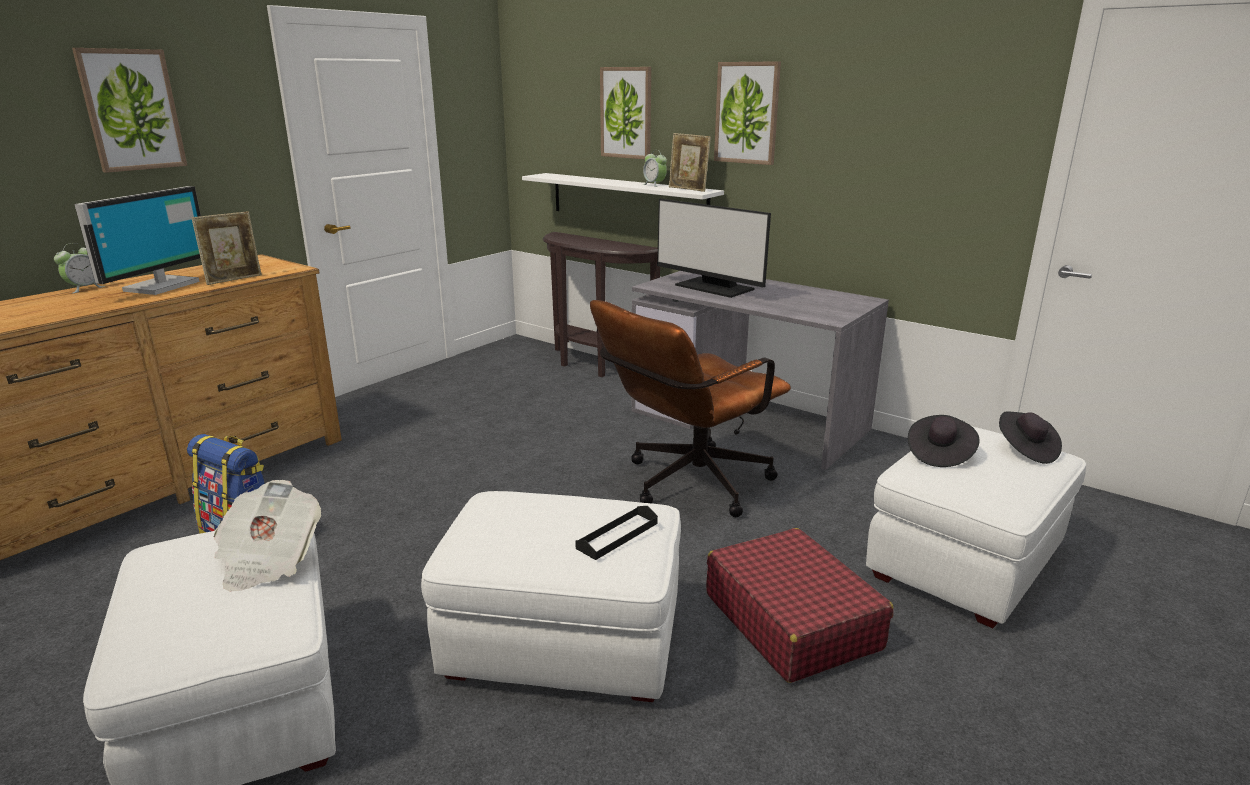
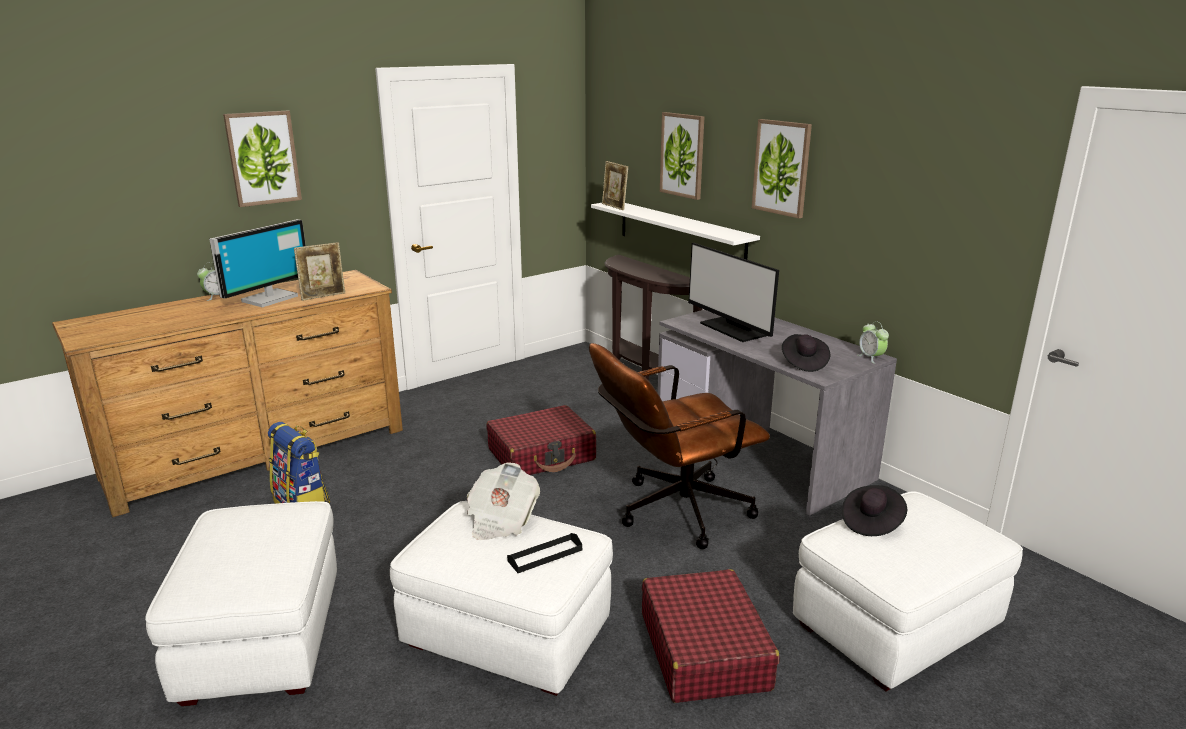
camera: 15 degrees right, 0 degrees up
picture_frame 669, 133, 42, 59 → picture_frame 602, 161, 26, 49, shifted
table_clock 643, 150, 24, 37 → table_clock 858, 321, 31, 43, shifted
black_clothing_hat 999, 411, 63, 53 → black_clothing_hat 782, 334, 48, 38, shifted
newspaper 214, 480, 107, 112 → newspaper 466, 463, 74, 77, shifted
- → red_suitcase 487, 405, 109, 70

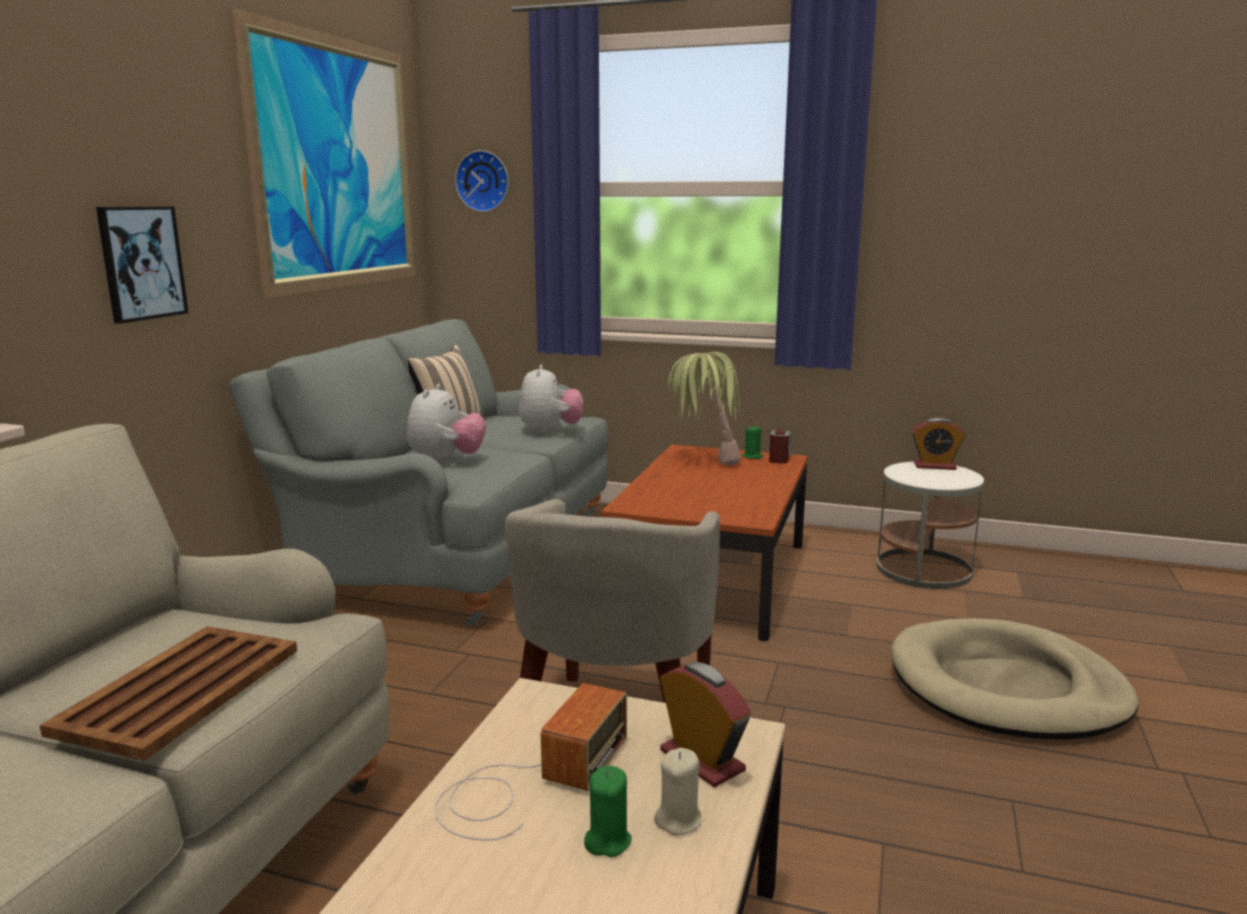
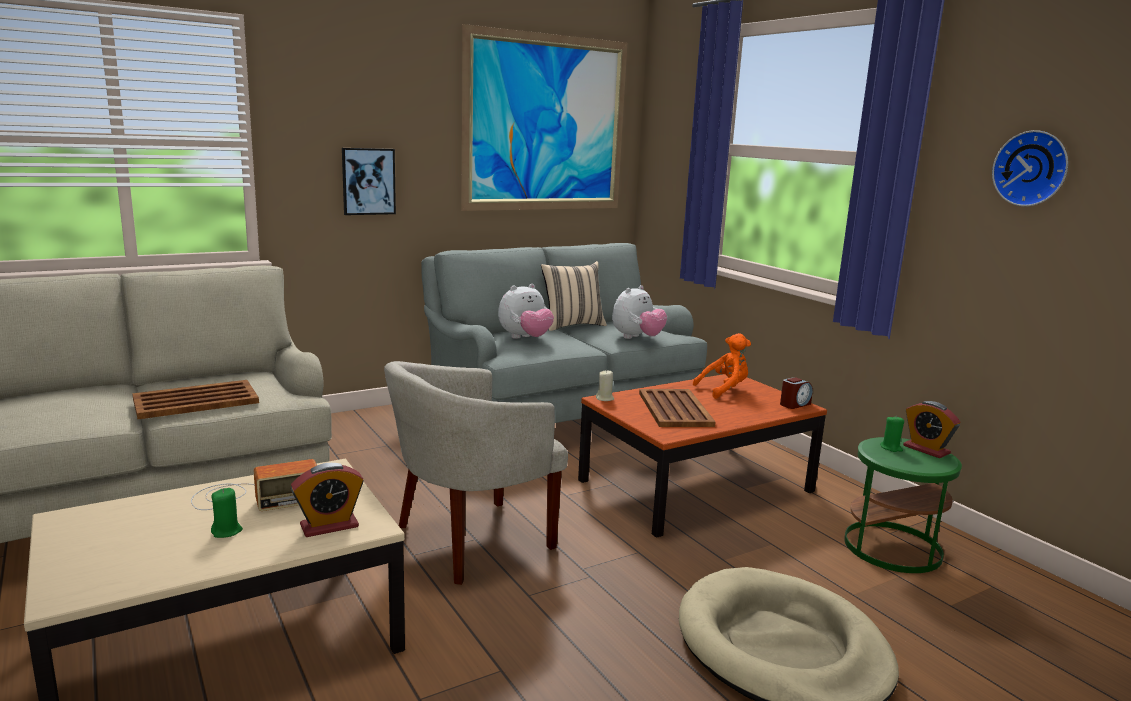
camera: 40 degrees right, 0 degrees up
wall_clock 455, 150, 54, 62 → wall_clock 992, 130, 76, 76, shifted
houseplant 668, 352, 73, 114 → orange-coloured_plush_toy 693, 333, 58, 66
green_candle 742, 426, 22, 33 → green_candle 880, 415, 24, 37, shifted
white-coloured_end_table 877, 462, 107, 127 → green_end_table 844, 437, 118, 136
table_clock 660, 662, 91, 126 → table_clock 291, 463, 73, 74, 60 degrees clockwise
beige_candle 654, 748, 47, 87 → beige_candle 596, 370, 18, 31, shifted
- → brown_carrying_tray 639, 389, 77, 38

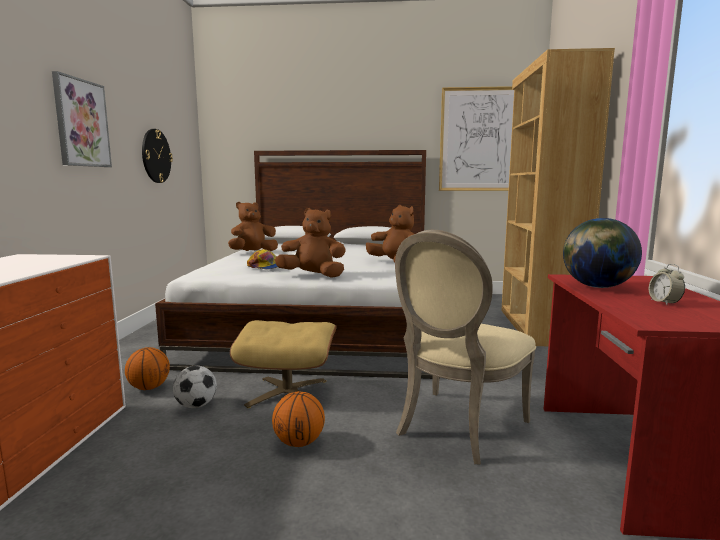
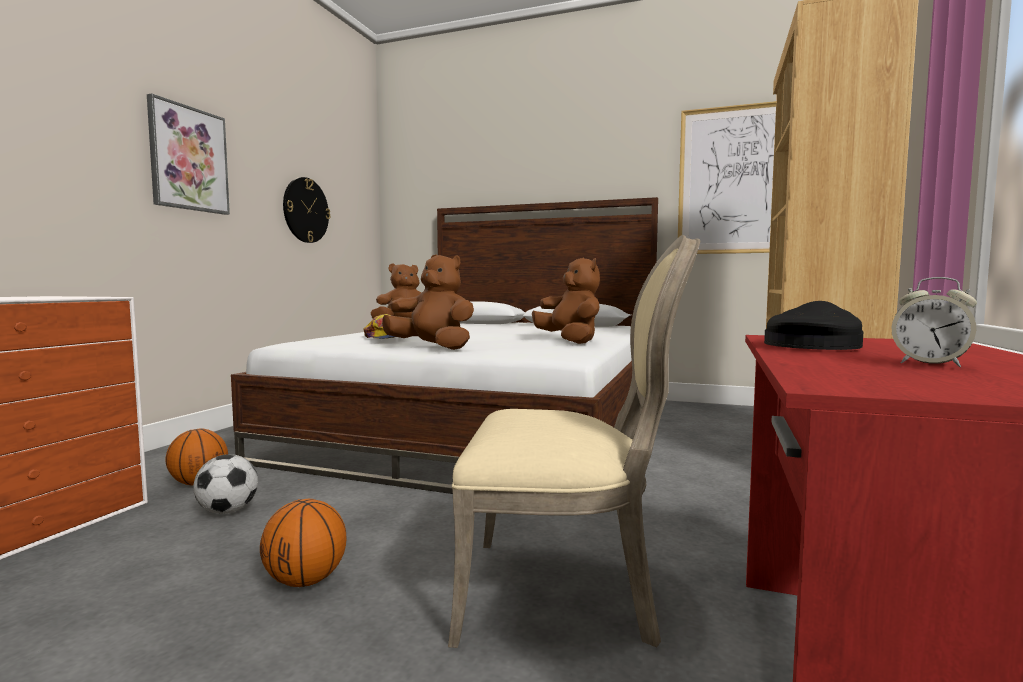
camera: 15 degrees right, 5 degrees down
globe 563, 218, 79, 70 → black_baseball_cap 764, 301, 99, 49
beige_plain_chair 395, 230, 141, 235 → beige_plain_chair 448, 235, 252, 413, 135 degrees counterclockwise
table_clock 649, 264, 36, 41 → table_clock 892, 277, 85, 90, 60 degrees counterclockwise
beige_footrest 230, 320, 106, 88 → -

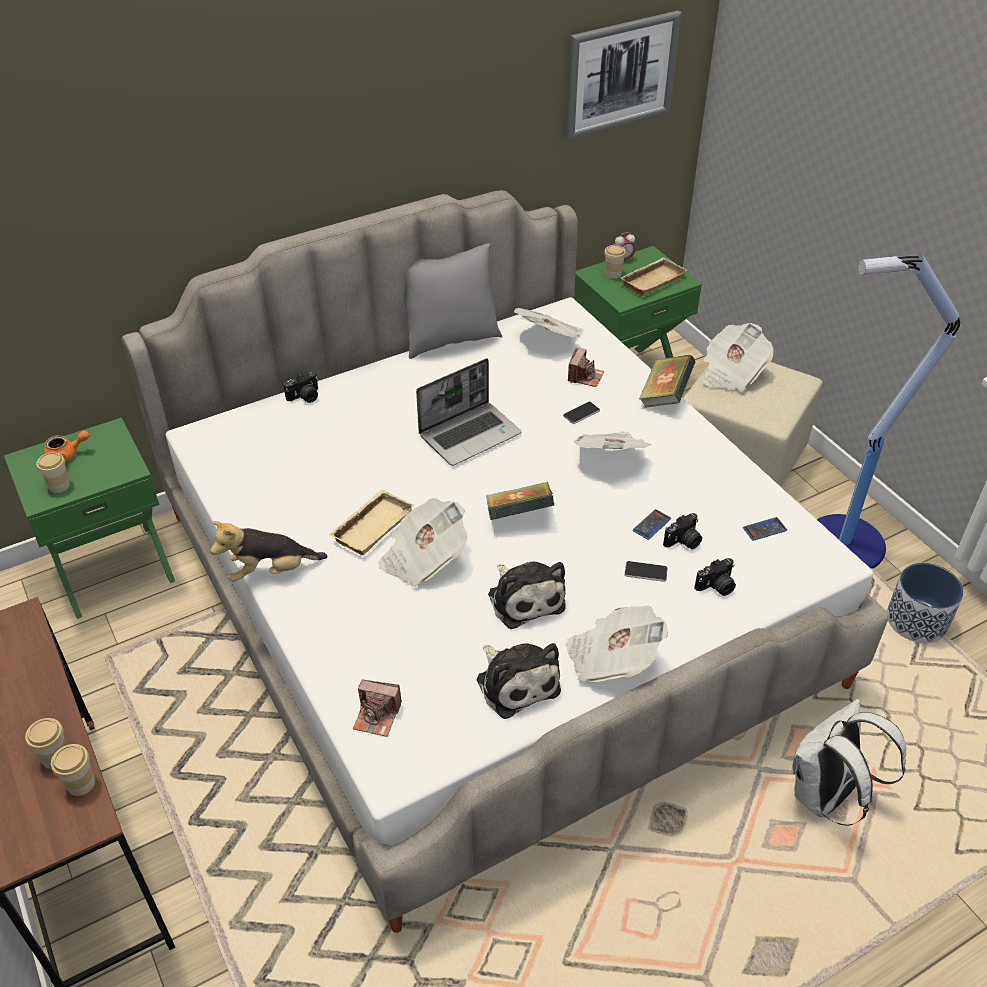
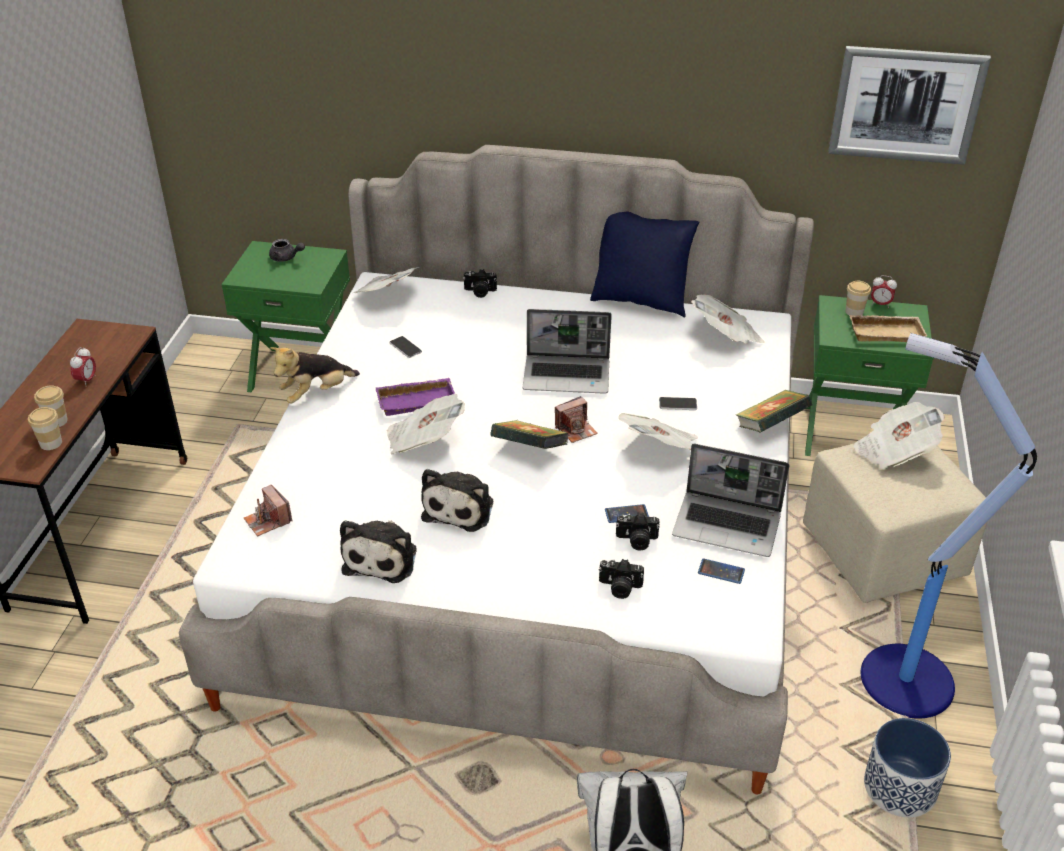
camera: 40 degrees right, 5 degrees down
greyish_cushion 404, 243, 98, 116 → blue_cushion 590, 212, 110, 106
photo_camera 568, 348, 36, 39 → photo_camera 555, 396, 43, 47, shifted
orange-coloured_pot_for_tea 43, 431, 46, 31 → greyish_pot_for_tea 269, 239, 36, 23
small_cup 36, 452, 34, 41 → -
beige_carrying_tray 329, 489, 85, 66 → purplish_carrying_tray 375, 378, 80, 38
plush_toy 210, 521, 117, 61 → plush_toy 270, 347, 90, 57, 60 degrees counterclockwise
phone 624, 561, 44, 21 → phone 390, 336, 32, 22, shifted
newspaper 565, 605, 103, 77 → newspaper 353, 267, 66, 26, shifted
- → table_clock 70, 347, 26, 40
- → portable_computer 672, 444, 118, 113

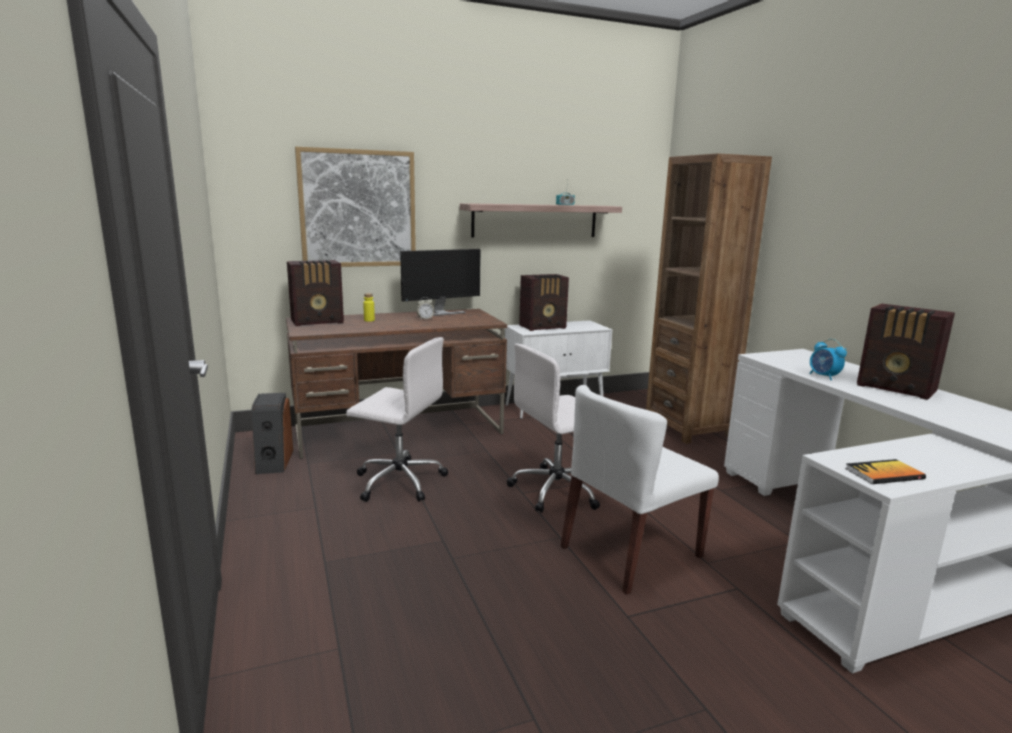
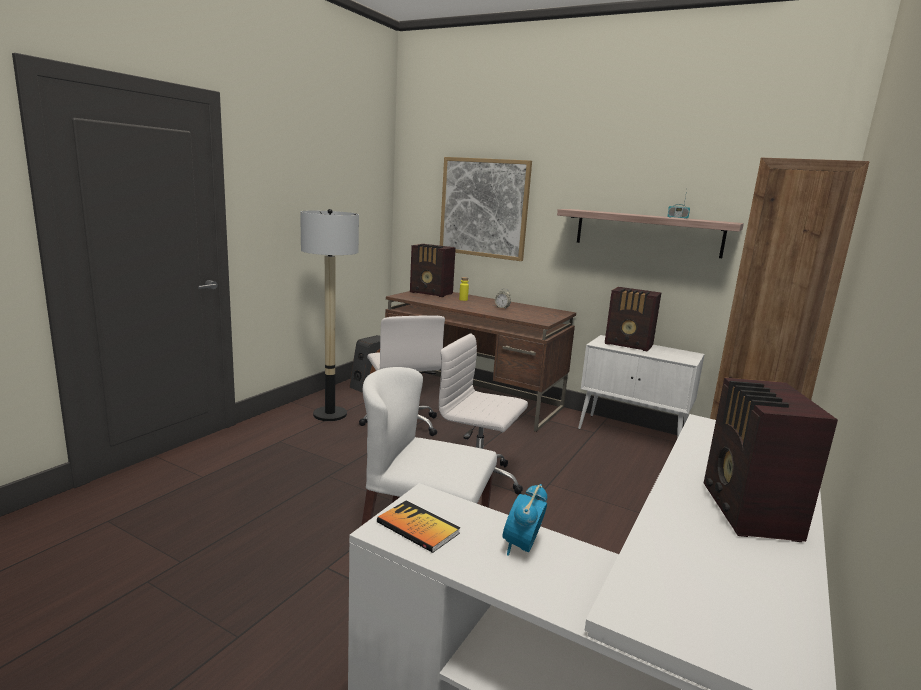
camera: 50 degrees right, 0 degrees up
computer_display 400, 249, 81, 67 → -
table_clock 809, 339, 38, 41 → table_clock 502, 484, 45, 72, shifted
- → standard_lamp 300, 209, 59, 212

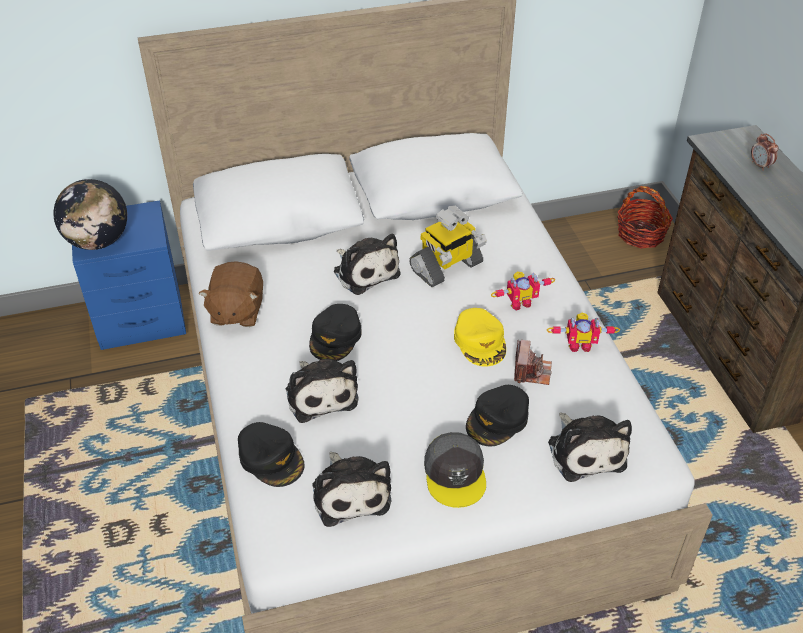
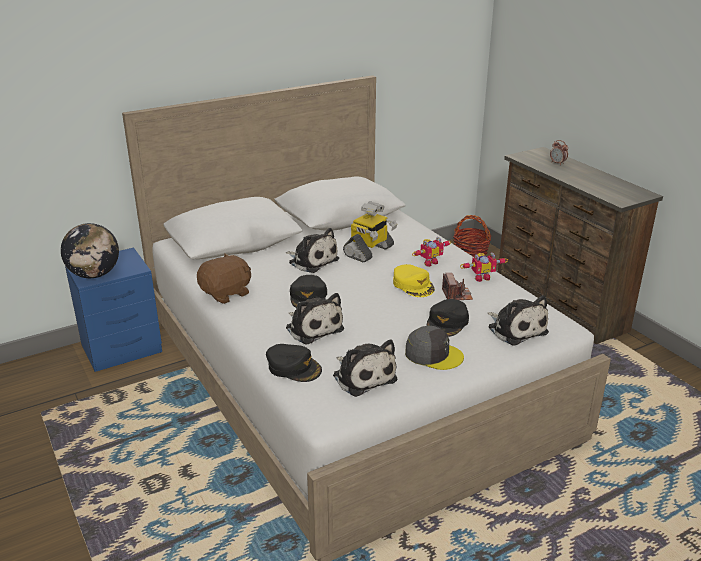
camera: 15 degrees left, 15 degrees down
brown_plush_toy 199, 261, 64, 66 → brown_plush_toy 197, 253, 54, 51, 120 degrees counterclockwise
greyish_baseball_cap 424, 432, 62, 76 → greyish_baseball_cap 405, 326, 59, 44, 45 degrees counterclockwise

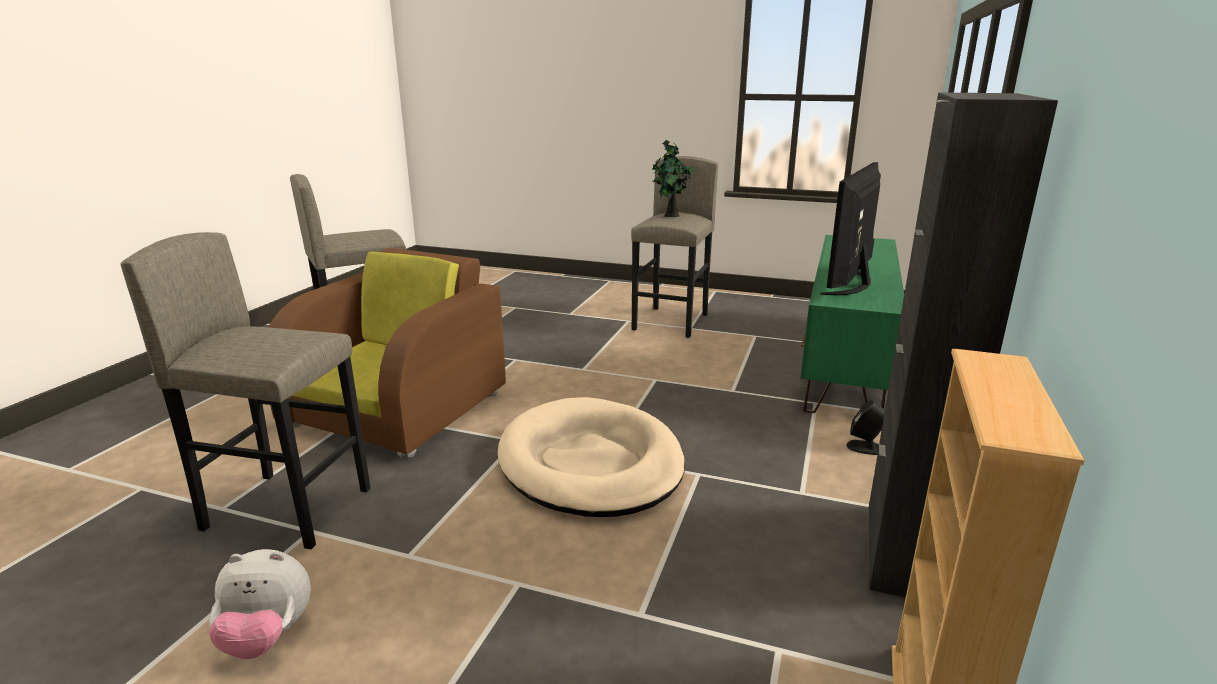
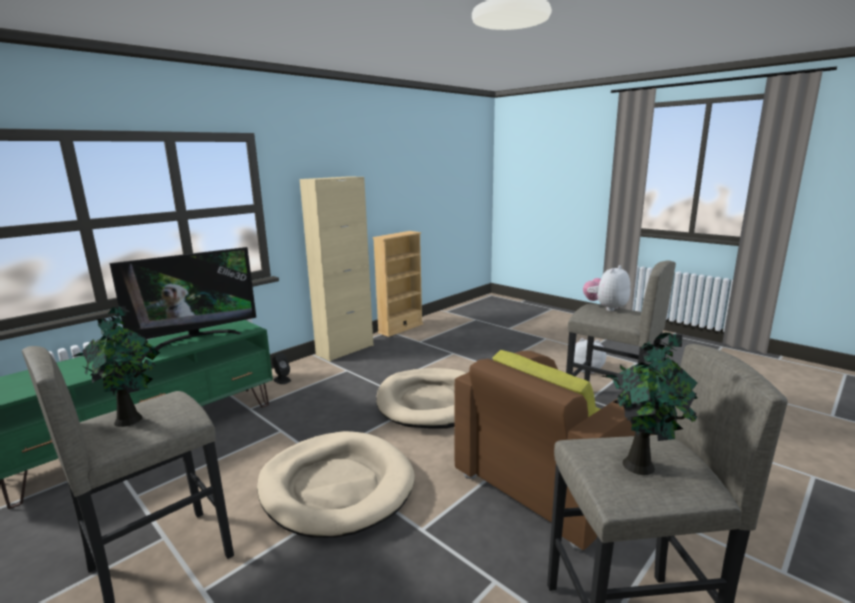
camera: 155 degrees left, 5 degrees down
black_storage_cabinet 869, 92, 189, 506 → beige_storage_cabinet 300, 176, 74, 186
- → plush_toy 583, 265, 47, 46
- → houseplant 602, 333, 96, 142
- → beige_dog_cushion 257, 431, 158, 107

